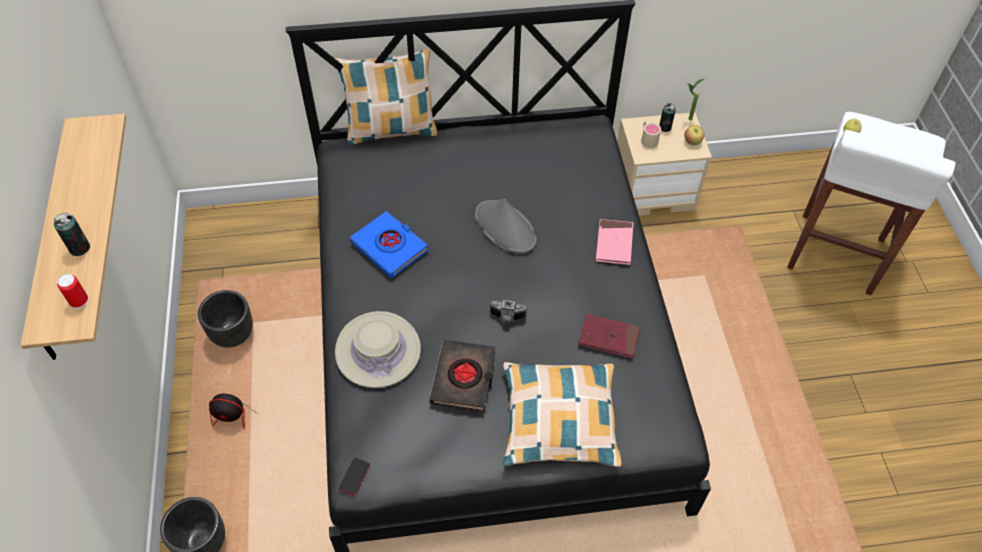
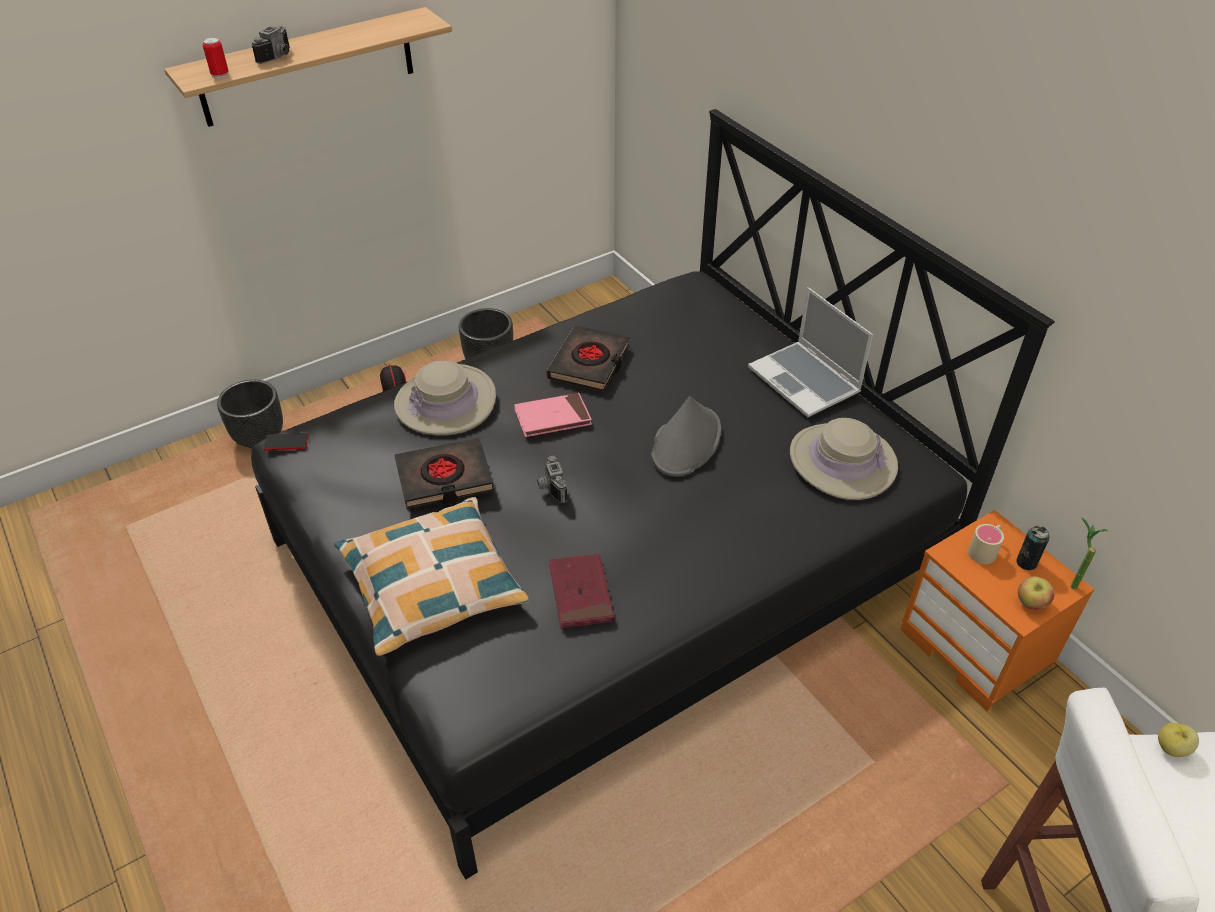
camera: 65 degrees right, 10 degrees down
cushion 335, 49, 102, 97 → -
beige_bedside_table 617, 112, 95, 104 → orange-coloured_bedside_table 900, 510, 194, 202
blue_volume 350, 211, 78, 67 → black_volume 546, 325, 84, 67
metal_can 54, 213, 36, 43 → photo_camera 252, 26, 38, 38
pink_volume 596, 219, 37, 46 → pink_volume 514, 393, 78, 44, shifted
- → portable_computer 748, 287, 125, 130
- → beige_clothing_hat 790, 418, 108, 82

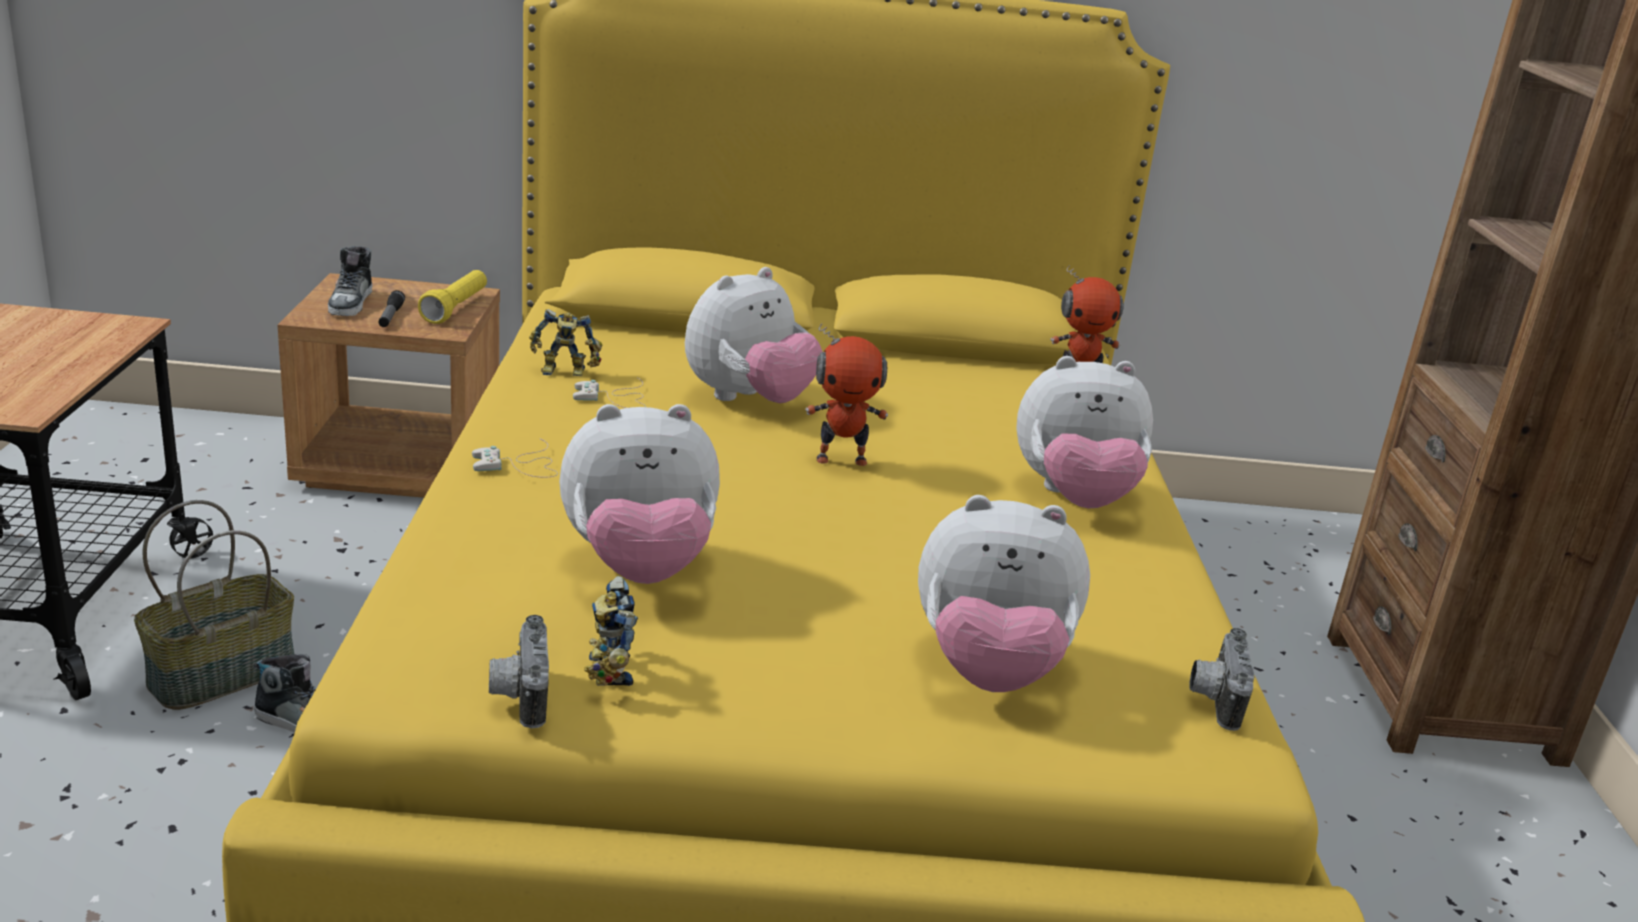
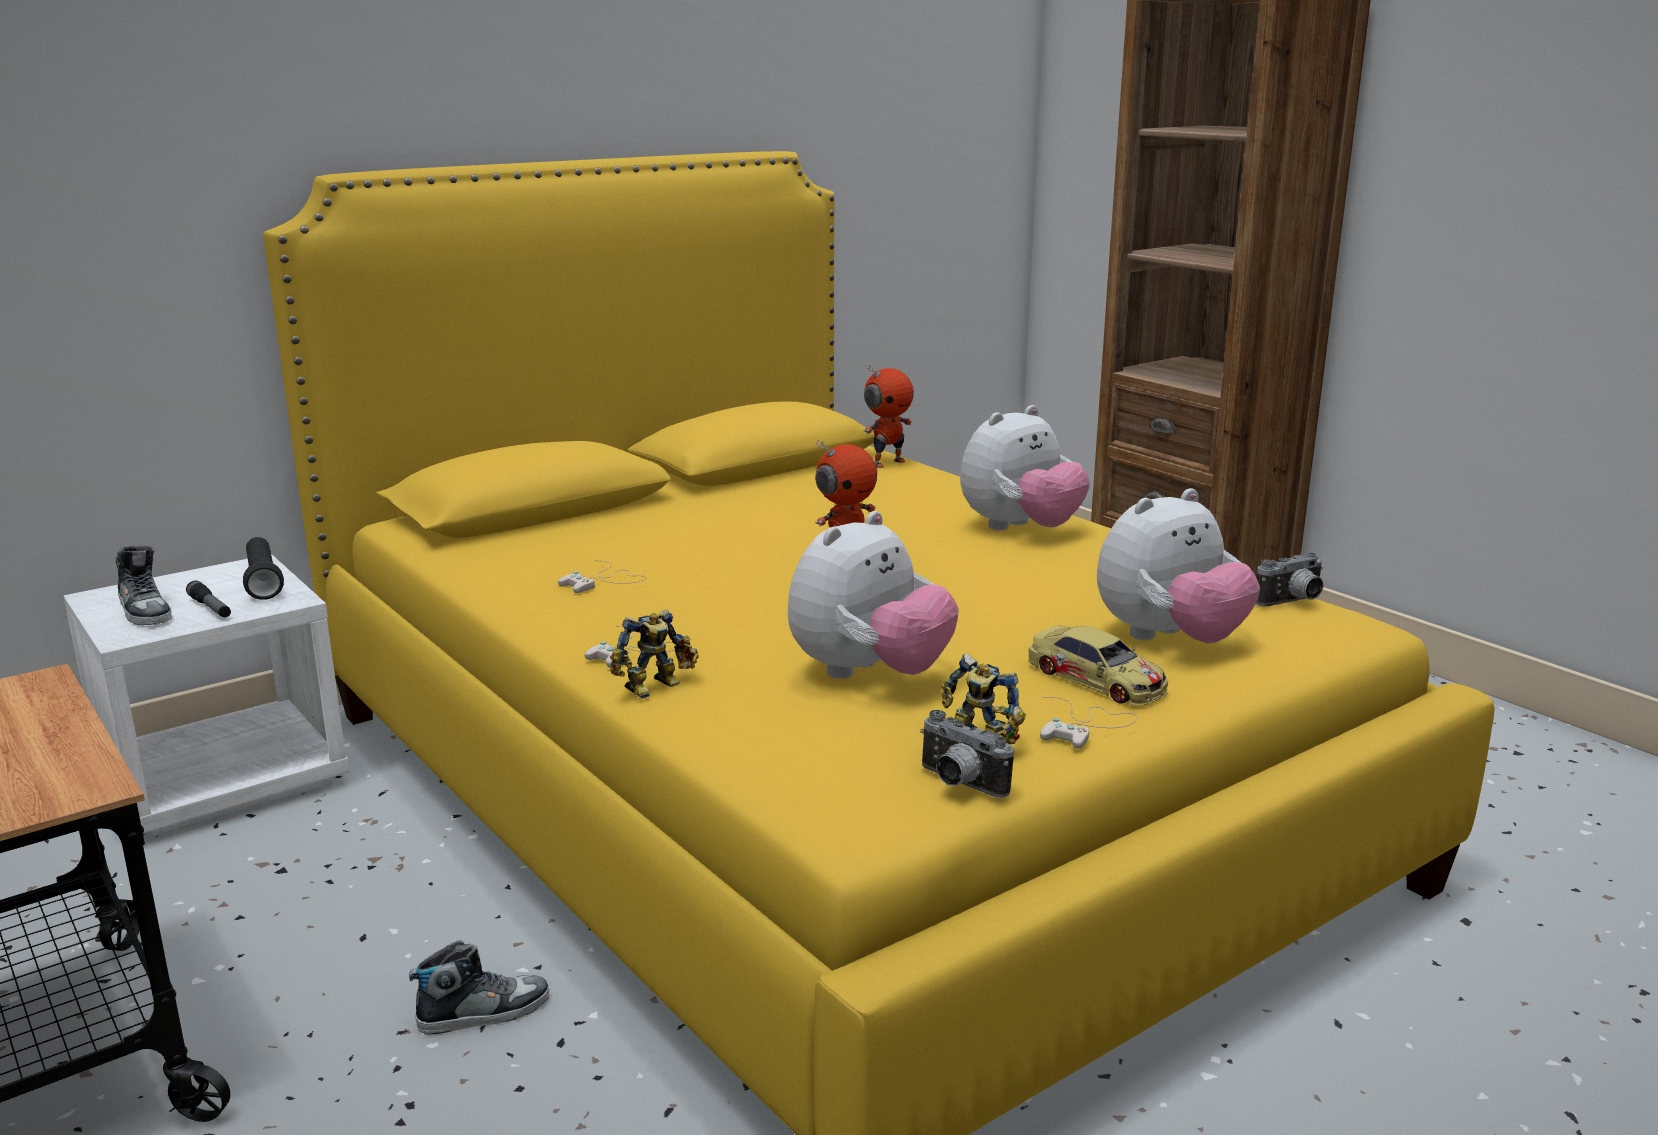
camera: 35 degrees left, 5 degrees down
plush_toy 685, 267, 138, 136 → -
yellow-coloured_torch 418, 270, 69, 54 → black_torch 243, 537, 41, 63
brown_bedside_table 278, 273, 222, 225 → white-coloured_bedside_table 63, 554, 287, 283
robot_figure 529, 309, 73, 67 → robot_figure 610, 609, 89, 90, shifted
storage_basket 134, 500, 160, 210 → -
photo_camera 1189, 628, 66, 103 → photo_camera 1255, 553, 69, 53, 90 degrees counterclockwise
- → model_car 1028, 625, 140, 80
- → white-coloured_game_controller 1040, 697, 97, 51

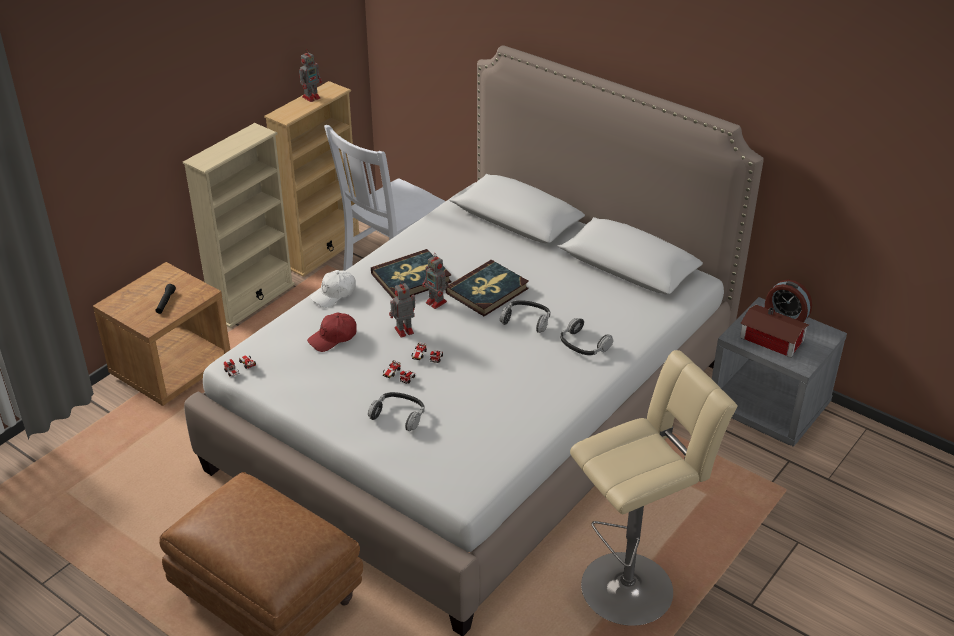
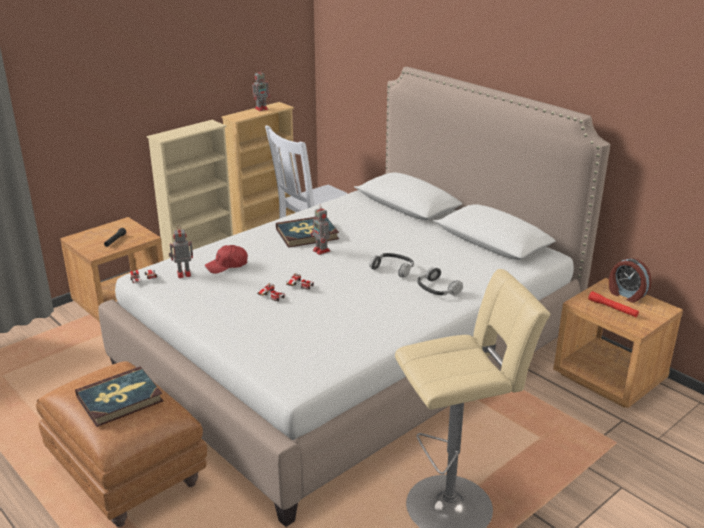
camera: 10 degrees right, 10 degrees down
volume 445, 260, 84, 56 → volume 75, 366, 88, 61, shifted
white-coloured_baseball_cap 310, 270, 46, 38 → -
robot_figure 389, 281, 26, 57 → robot_figure 169, 225, 24, 53, shifted
greyish_bedside_table 712, 297, 135, 150 → brown_bedside_table 553, 278, 130, 130
toy_house 740, 305, 69, 53 → red_torch 588, 291, 51, 26
headphones 368, 392, 57, 39 → -

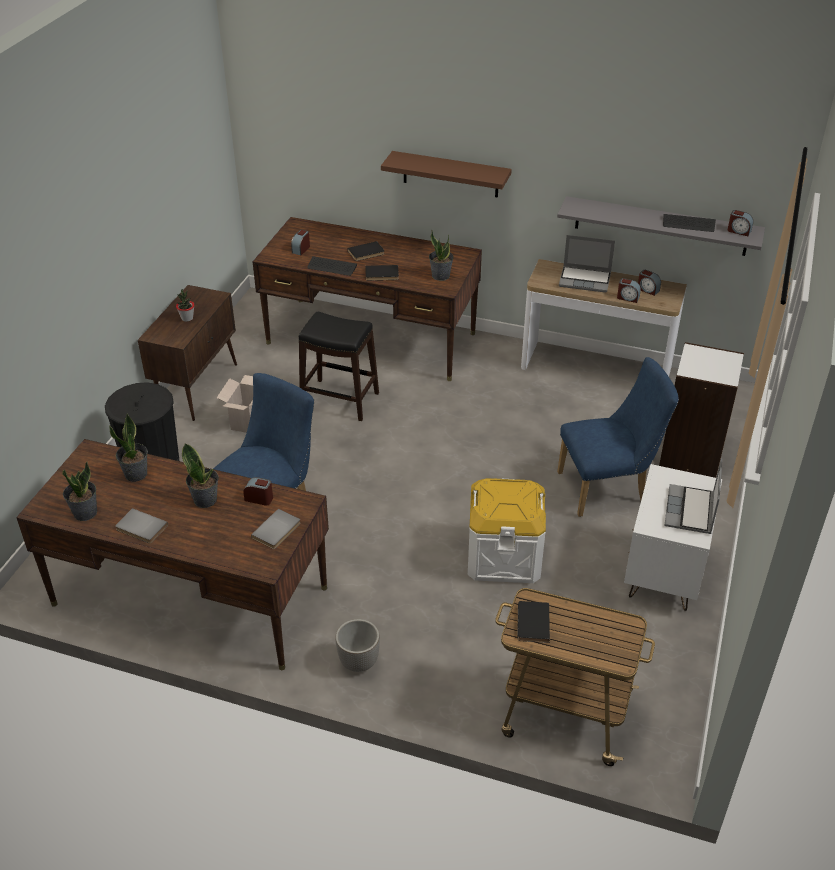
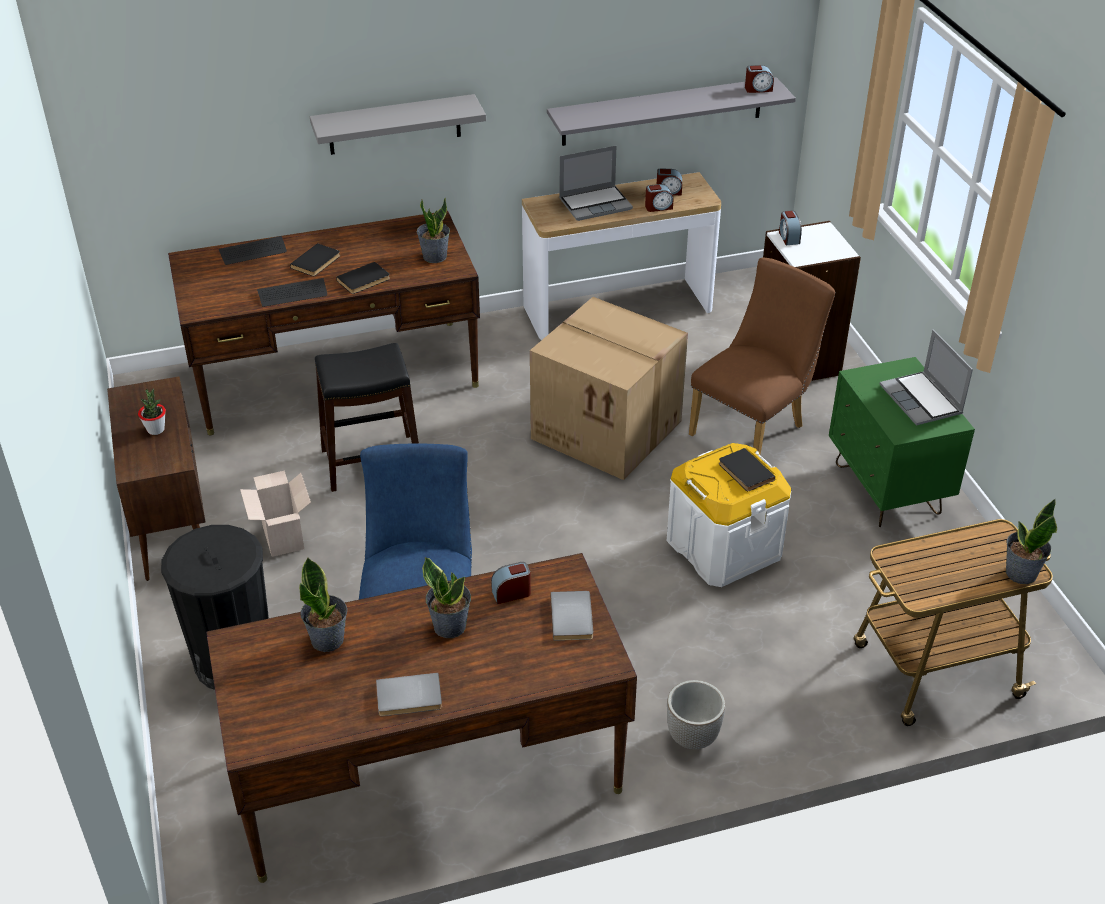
camera: 35 degrees left, 0 degrees up
brown_wall_shelf 381, 151, 131, 47 → greyish_wall_shelf 310, 94, 176, 61
PC_keyboard 663, 214, 53, 18 → PC_keyboard 219, 236, 68, 29, shifted
table_clock 291, 230, 19, 25 → table_clock 779, 210, 23, 35, shifted
blue_plain_chair 557, 357, 122, 160 → brown_plain_chair 689, 258, 147, 197
houseplant 62, 462, 35, 59 → houseplant 1006, 499, 51, 85, shifted
white-coloured_bedside_table 624, 464, 98, 147 → green_bedside_table 829, 357, 146, 170
black_volume 517, 601, 33, 42 → black_volume 719, 448, 56, 43, shifted
- → packing_box 530, 297, 158, 183

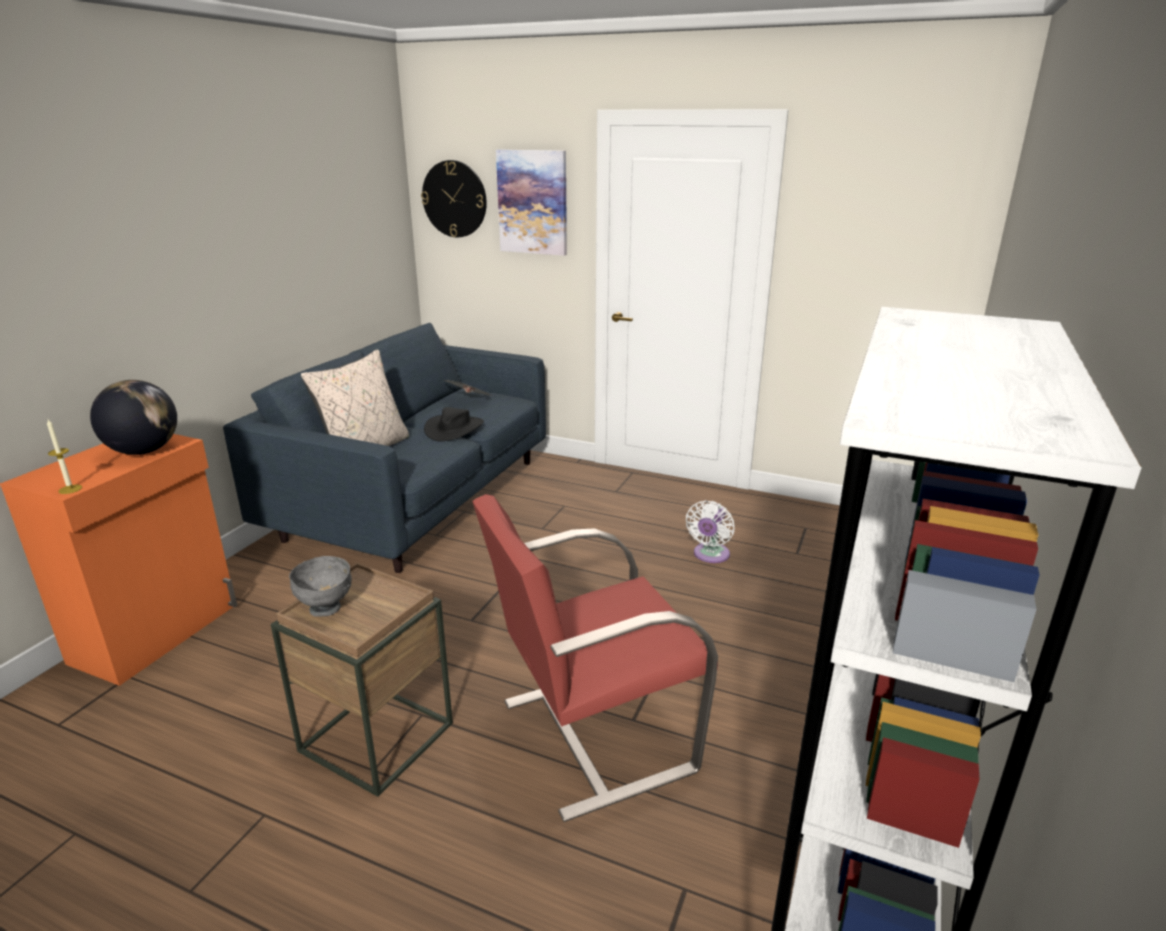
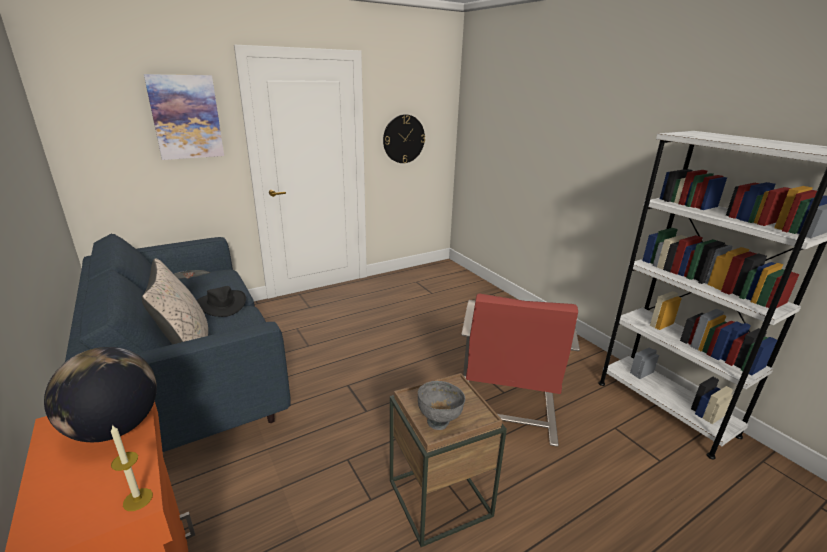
camera: 55 degrees left, 0 degrees up
wall_clock 421, 160, 66, 77 → wall_clock 383, 114, 42, 49, shifted
white-coloured_fan 686, 500, 49, 63 → -

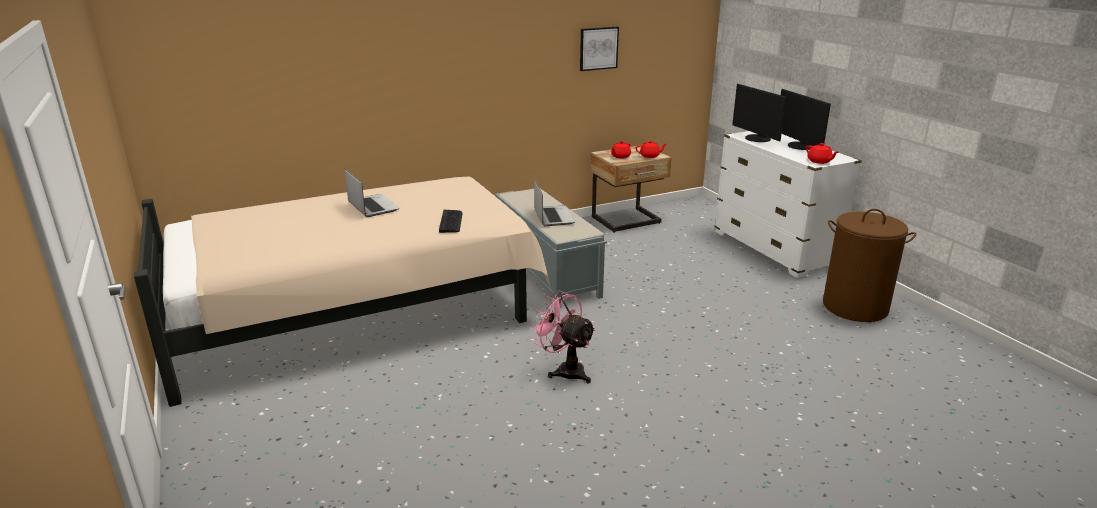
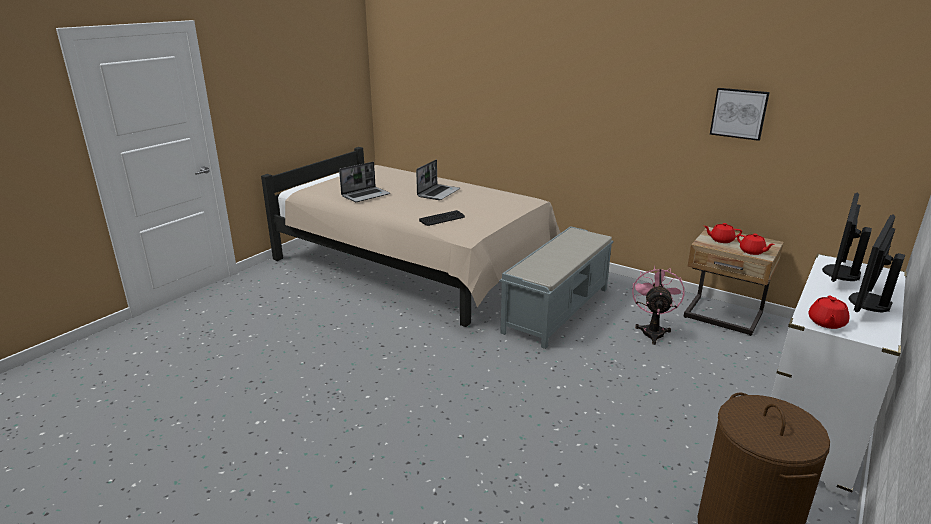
camera: 60 degrees right, 0 degrees up
portable_computer 534, 179, 41, 47 → portable_computer 339, 162, 51, 40, shifted
pink_fan 530, 290, 66, 94 → pink_fan 632, 265, 53, 80, shifted

